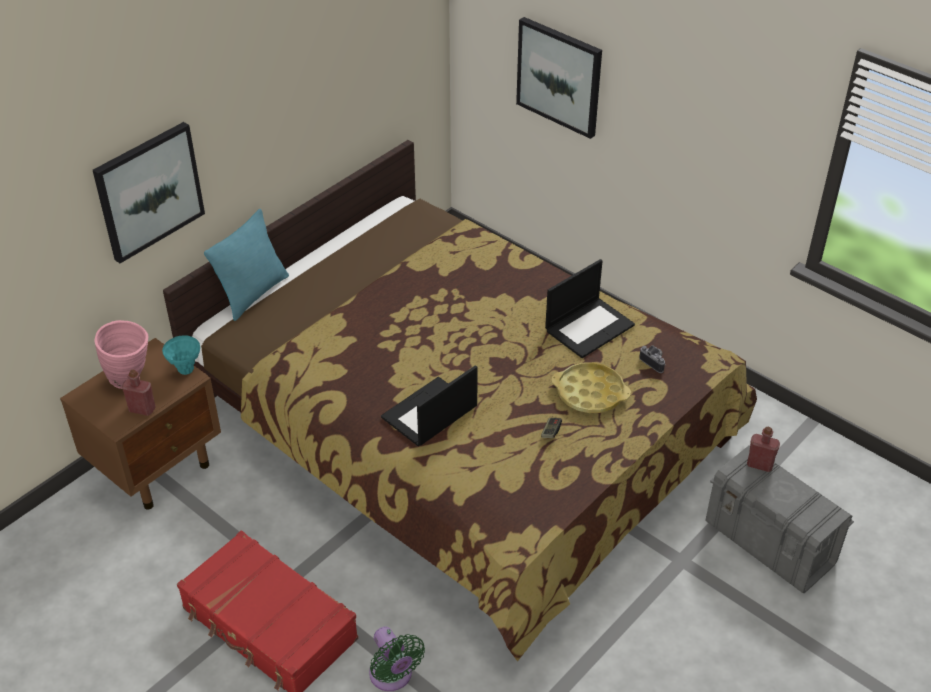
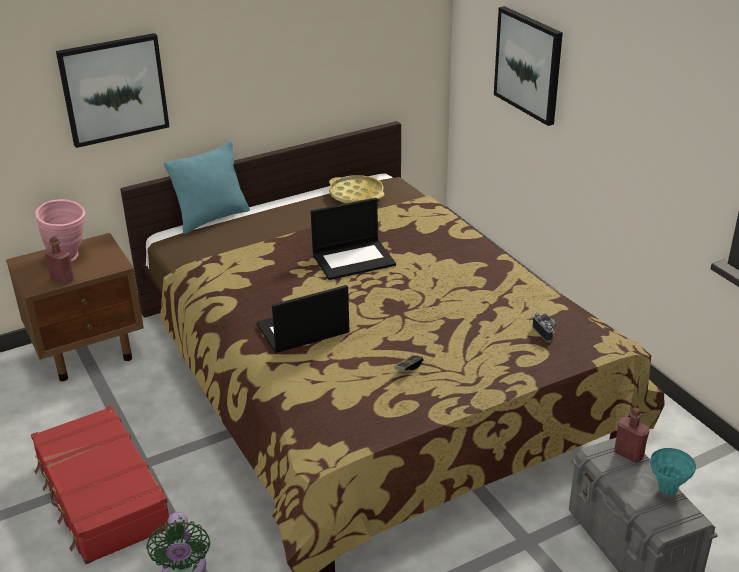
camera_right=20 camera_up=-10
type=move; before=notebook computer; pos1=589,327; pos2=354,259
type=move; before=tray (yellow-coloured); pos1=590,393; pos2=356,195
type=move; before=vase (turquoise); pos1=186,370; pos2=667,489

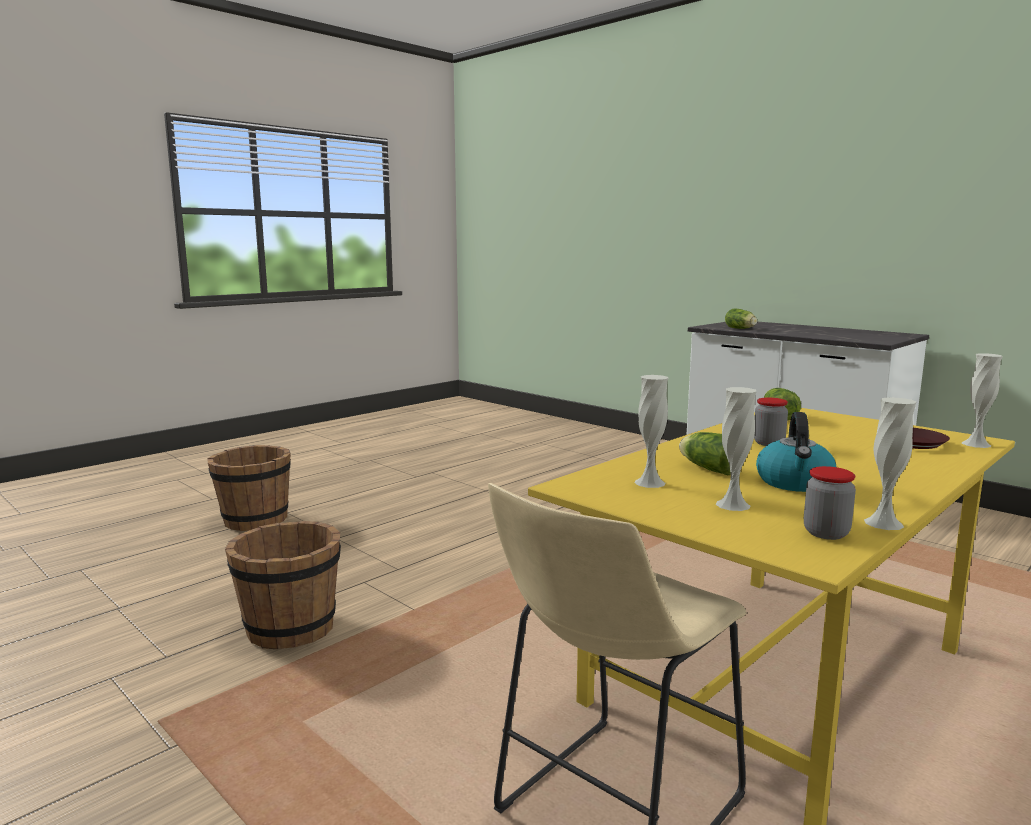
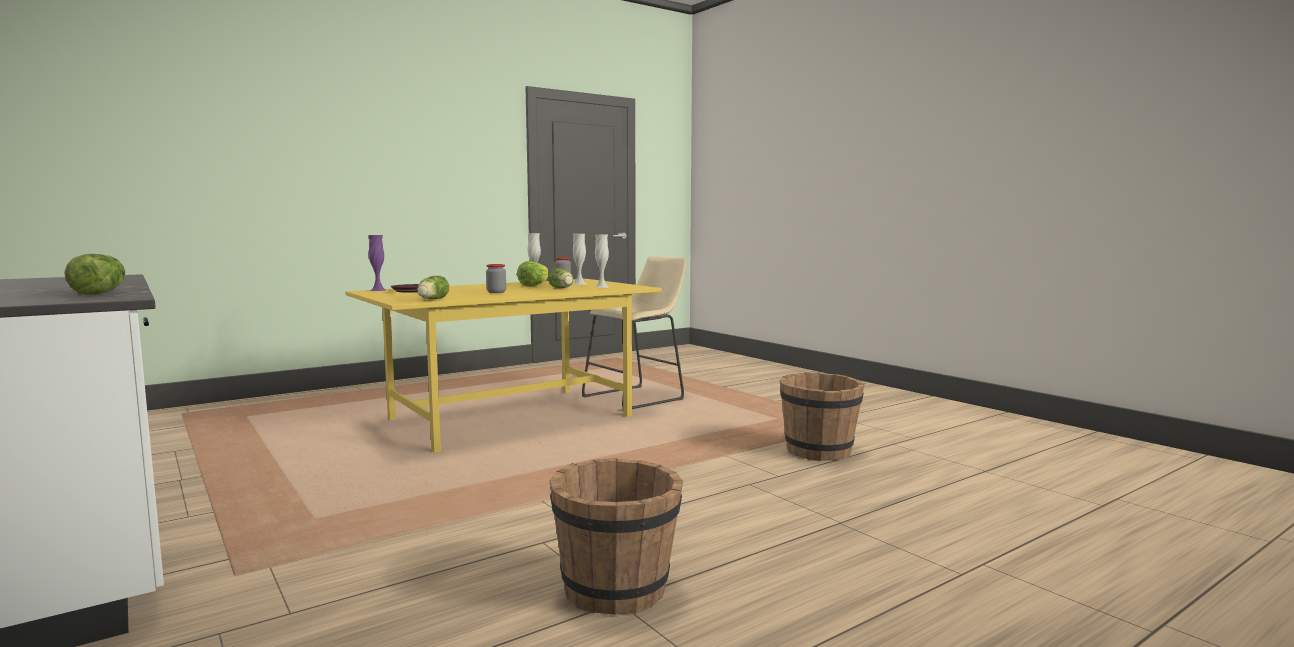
camera_right=-170 camera_up=-5
type=recolor; before=vase (white-coloured); after=vase (purple); pos1=976,444; pos2=378,290
type=replace; before=tea kettle; after=head of lettuce; pos1=795,483; pos2=534,286
type=move; before=bucket (brown); pos1=254,520; pos2=617,590

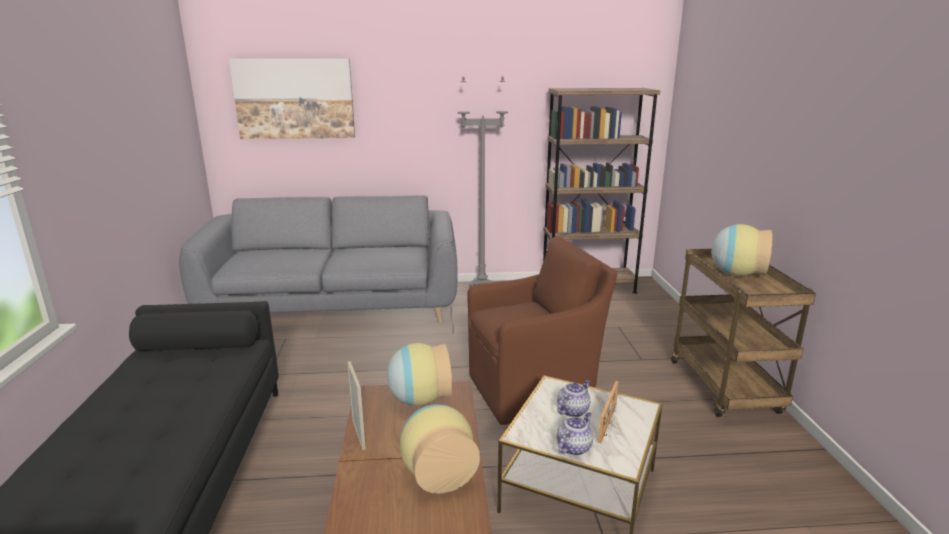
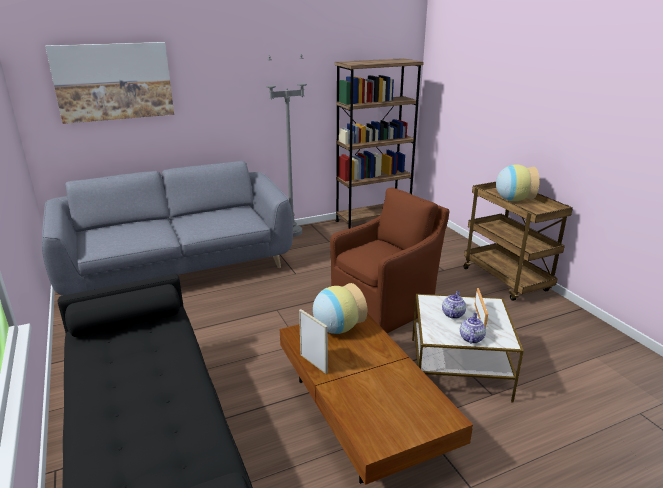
camera_right=-20 camera_up=5
type=delete; before=vase; pos1=438,472

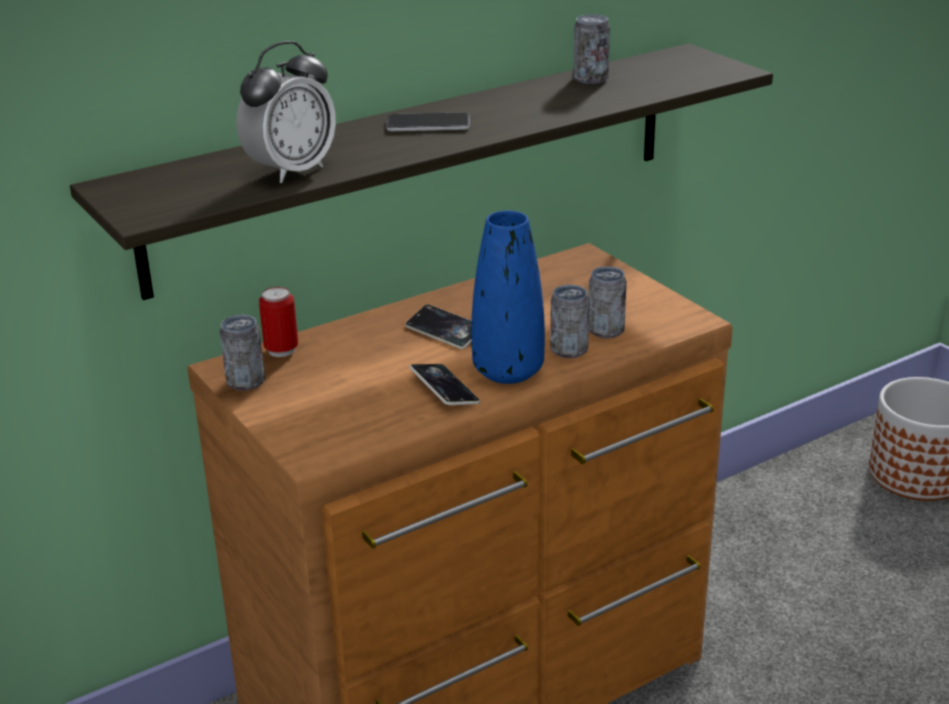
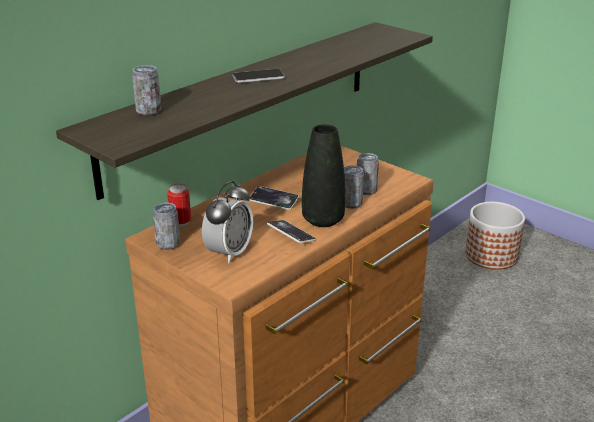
camera_right=-15 camera_up=0
type=move; before=can; pos1=590,79; pos2=148,111
type=move; before=table clock; pos1=291,171; pos2=229,253
type=recolor; before=vase (bluish); after=vase (blackish); pos1=508,372; pos2=323,220

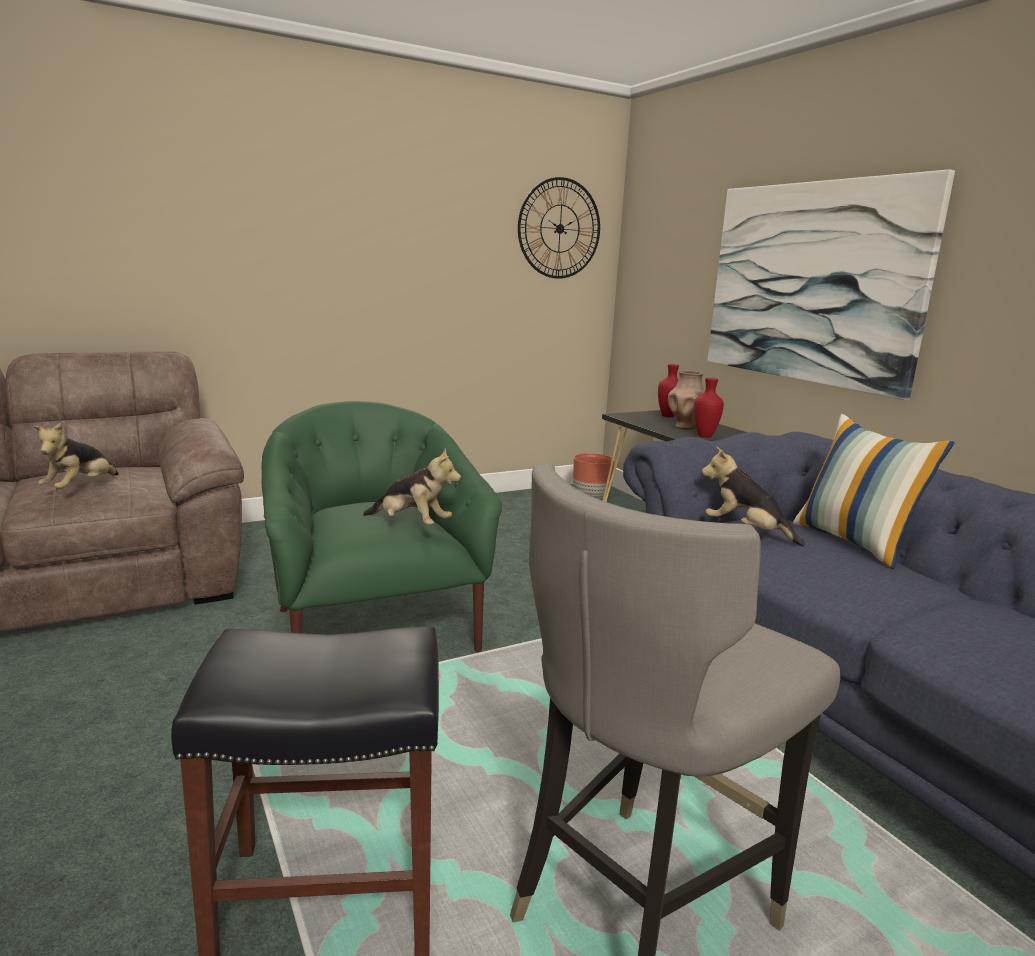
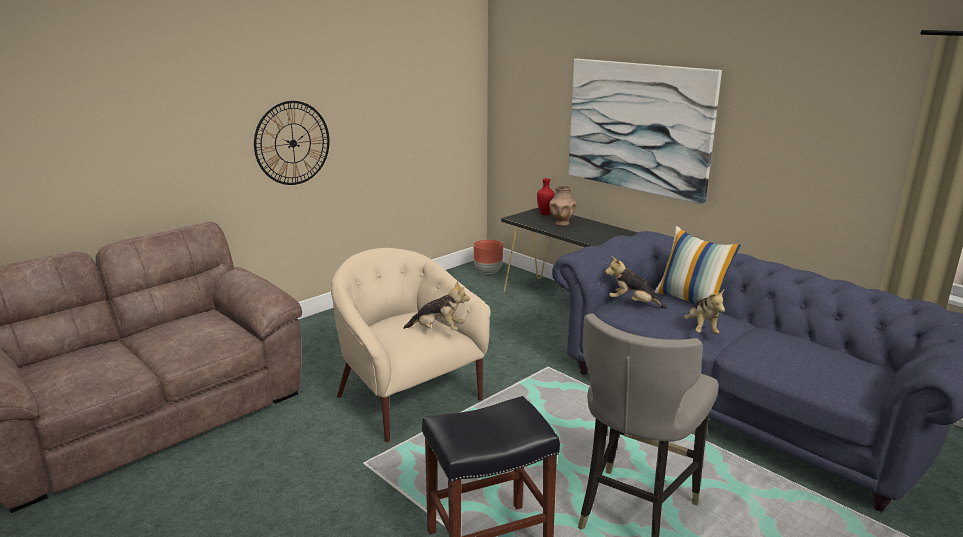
camera_right=-15 camera_up=5
type=move; before=hanging clock; pos1=559,228; pos2=292,143
type=recolor; before=armchair (green-coloured); after=armchair (sand-coloured); pos1=373,629; pos2=407,398
type=move; before=soft toy; pos1=80,488; pos2=701,329
type=delete; before=vase (red); pos1=705,436

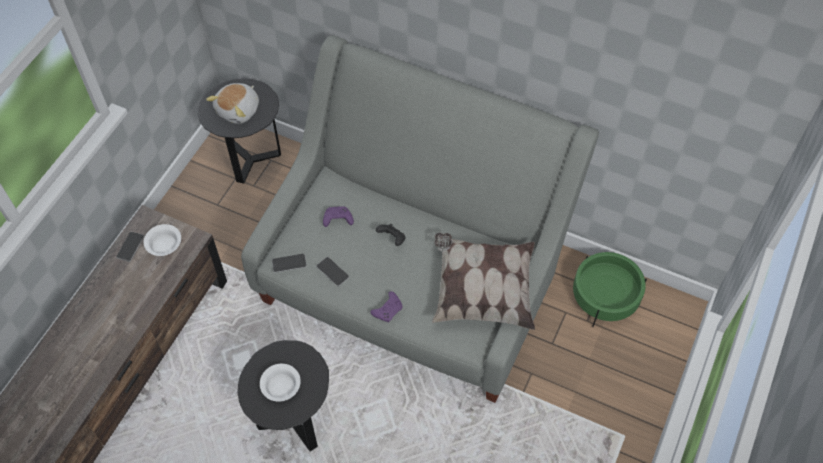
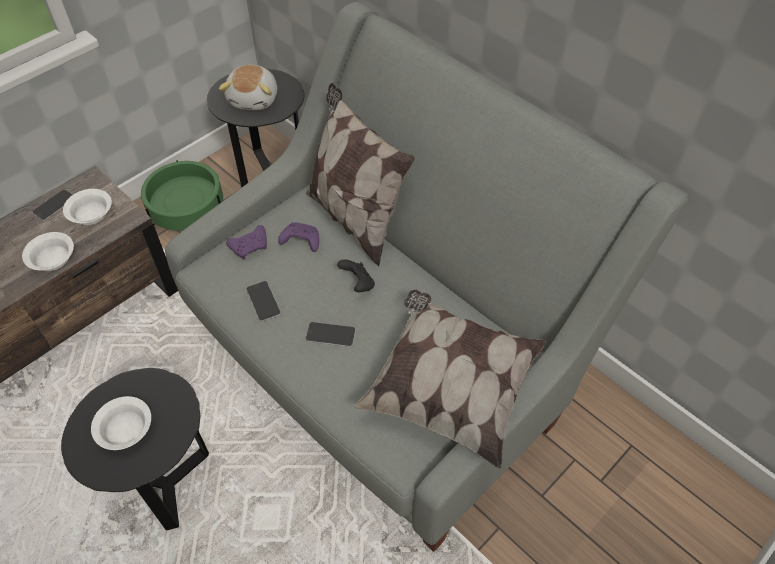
camera_right=20 camera_up=-5
type=insert; after=deep dish (white-coloured); pos2=52,259
type=move; before=plant pot (green-coloured); pos1=604,298; pos2=188,214
type=rotate; before=soft toy; pos1=239,110; pos2=254,99; turn=-45
type=move; before=joypad (purple); pos1=388,310; pos2=250,246
type=move; before=telephone; pos1=289,263; pos2=330,334
type=insert; after=pillow; pos2=355,218

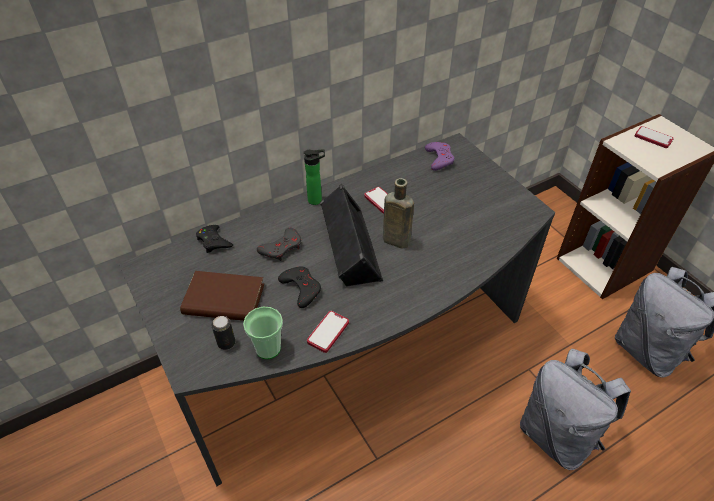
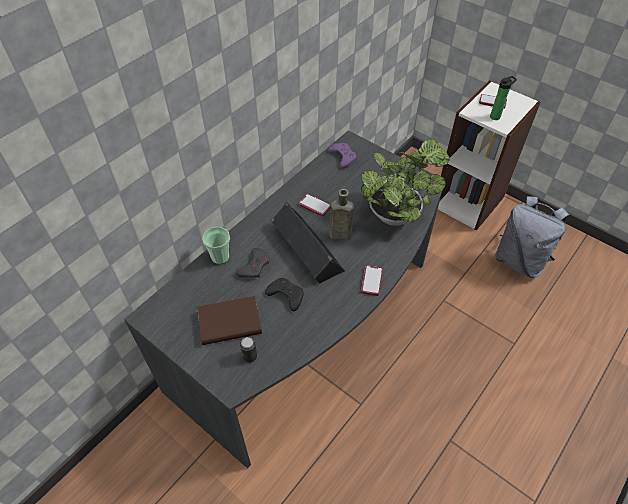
camera_right=-20 camera_up=5
type=move; before=cup; pos1=268,348; pos2=220,257
type=insert; after=plant in a pot; pos2=396,214
type=move; before=telephone; pos1=328,332; pos2=372,281
type=move; before=bottle; pos1=317,200; pos2=496,116
type=delete; before=joypad (blackish); pos1=214,241
type=delete; before=knapsack (greyish); pos1=557,435

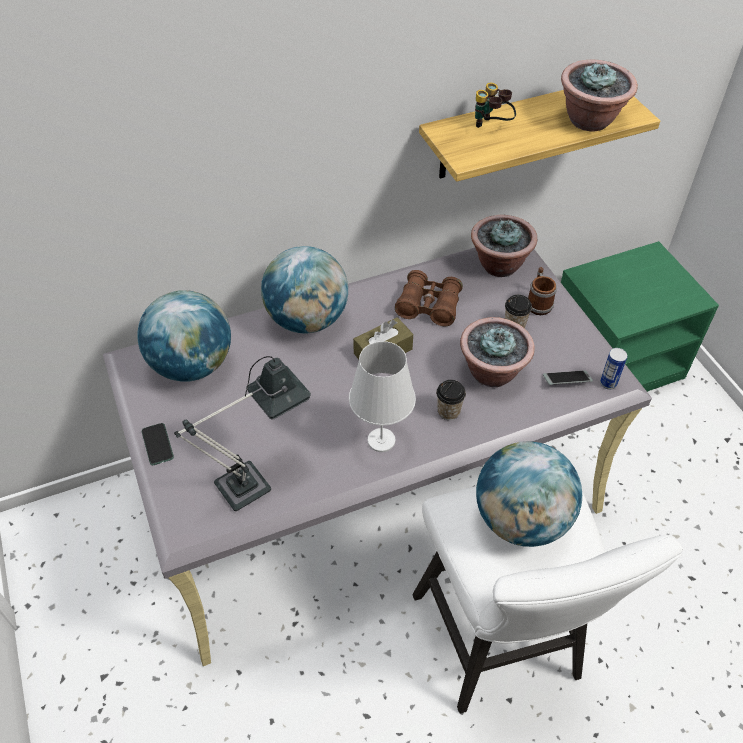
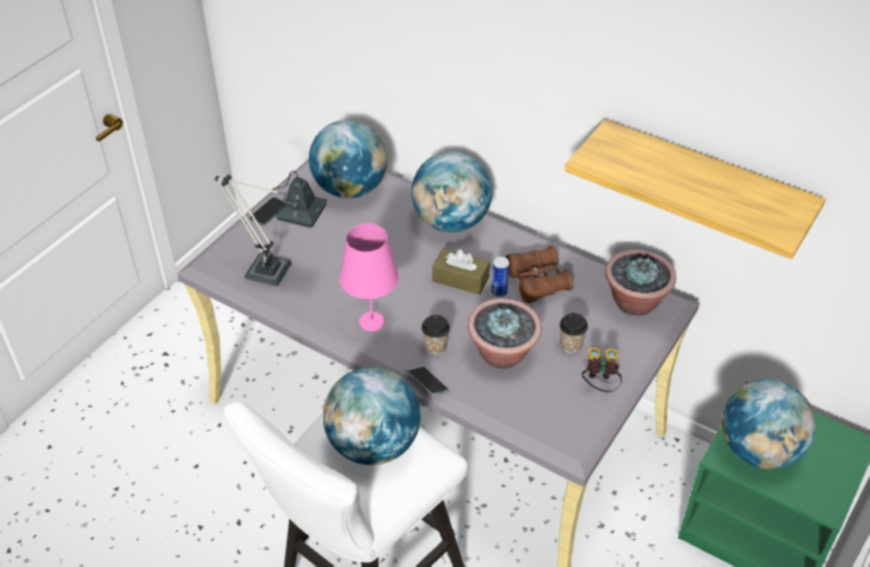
camera_right=55 camera_up=-5
type=recolor; before=lamp for a table (white-coloured); after=lamp for a table (pink-coloured); pos1=381,440; pos2=372,321
type=move; before=telephone; pos1=566,380; pos2=427,383
type=move; before=can; pos1=608,383; pos2=499,292
type=move; before=pair of binoculars; pos1=491,127; pos2=599,385
type=insert; after=desk globe; pos2=758,450
type=delete; before=tea mug; pos1=538,303
type=delete; before=plant in a pot; pos1=590,120

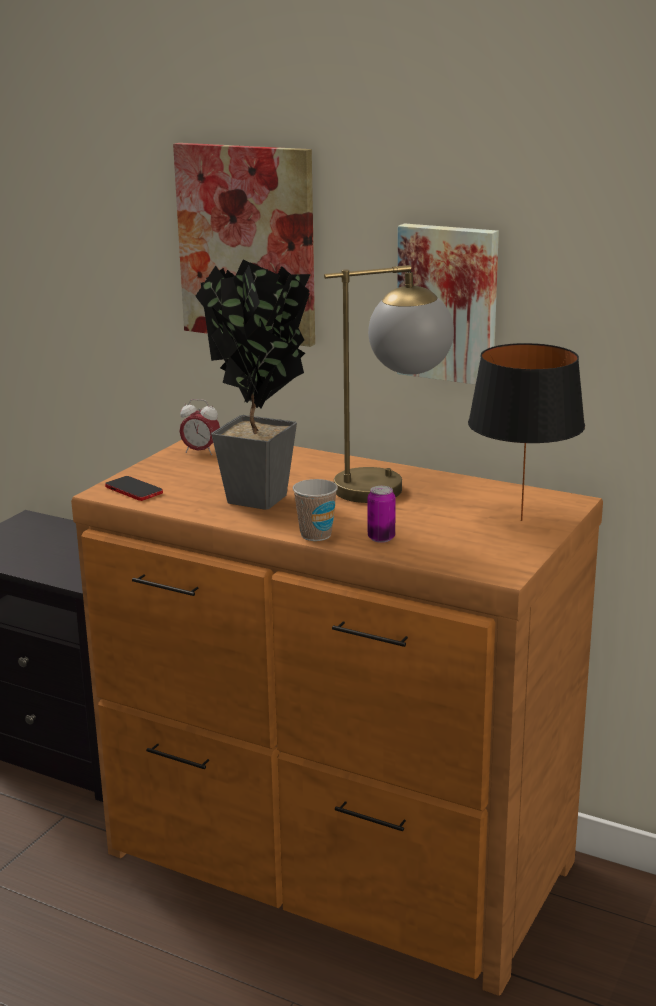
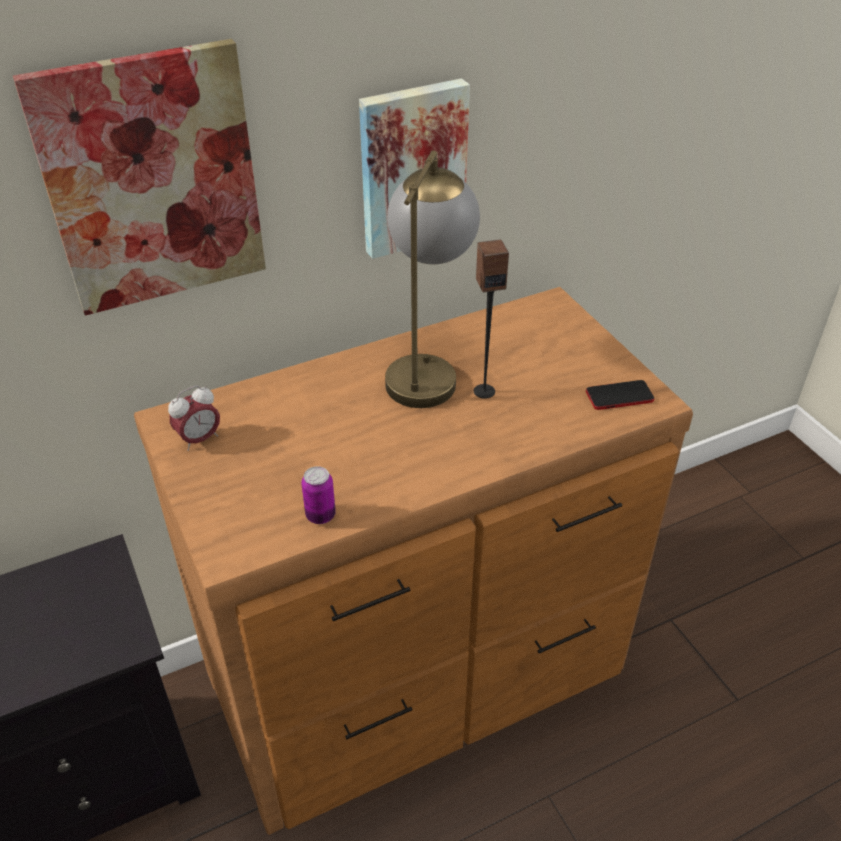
camera_right=-55 camera_up=20
type=move; before=can; pos1=381,538; pos2=320,515
type=insert; after=speaker; pos2=484,391
type=move; before=telephone; pos1=134,490; pos2=619,396
type=delete; before=plant in a pot; pos1=263,502
type=delete; before=cup; pos1=316,535
type=delete; before=lamp for a table (blackish); pos1=522,521

